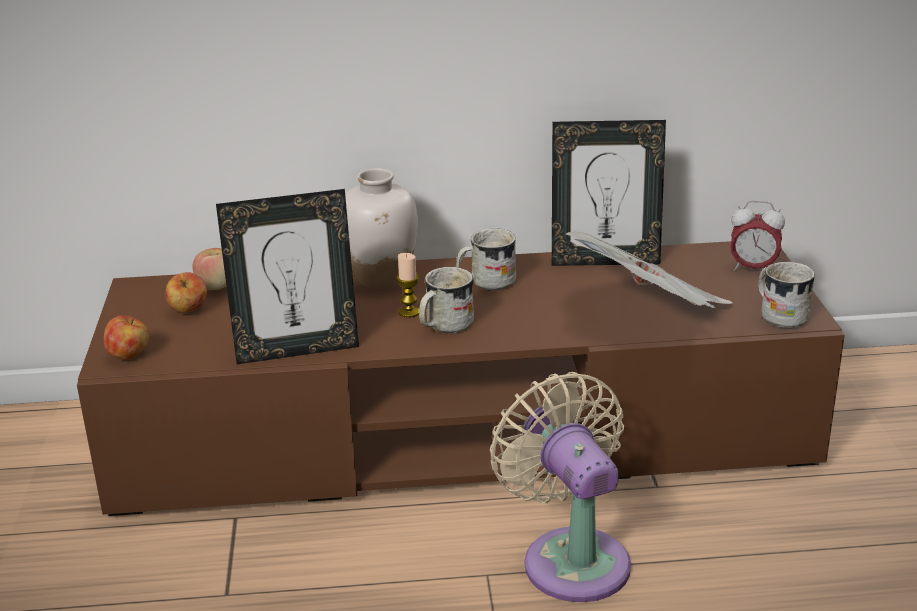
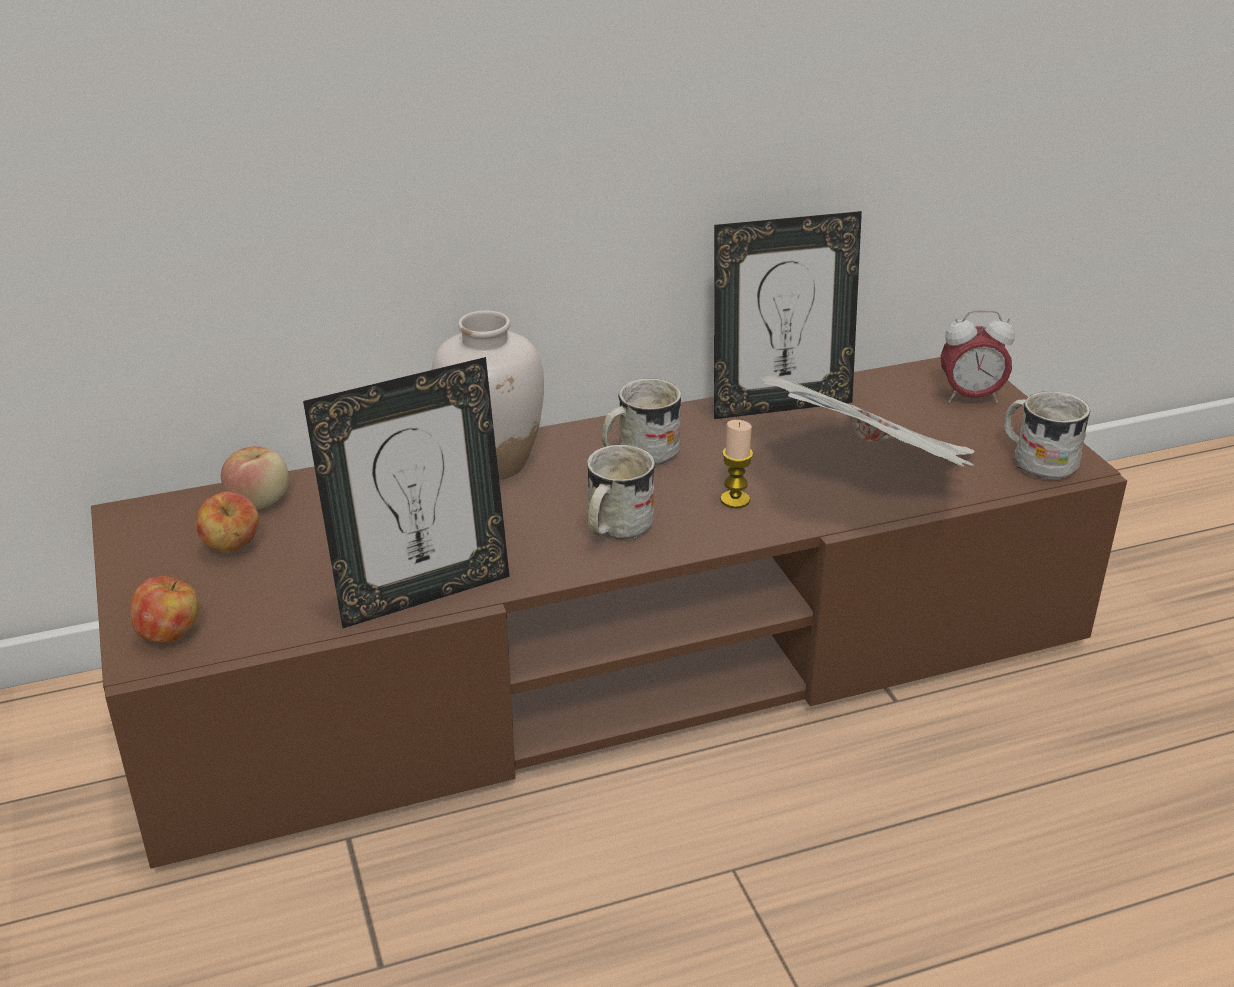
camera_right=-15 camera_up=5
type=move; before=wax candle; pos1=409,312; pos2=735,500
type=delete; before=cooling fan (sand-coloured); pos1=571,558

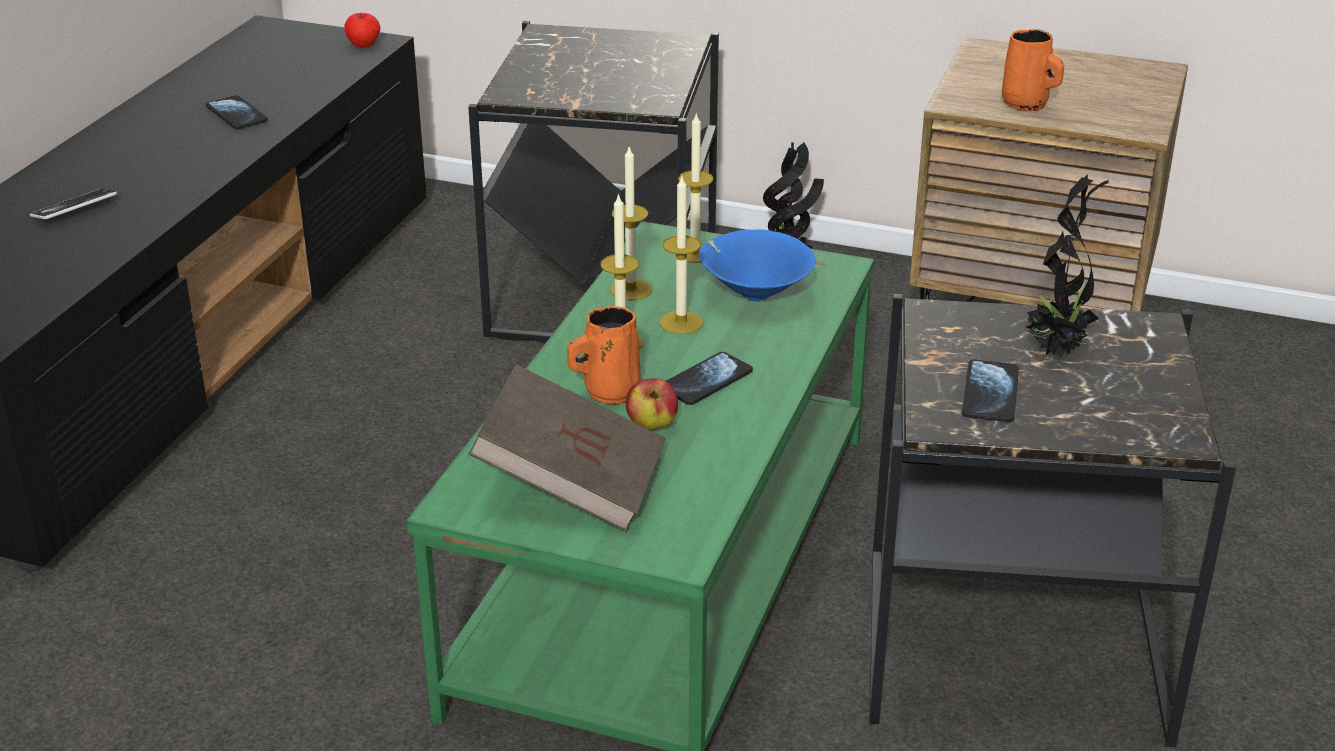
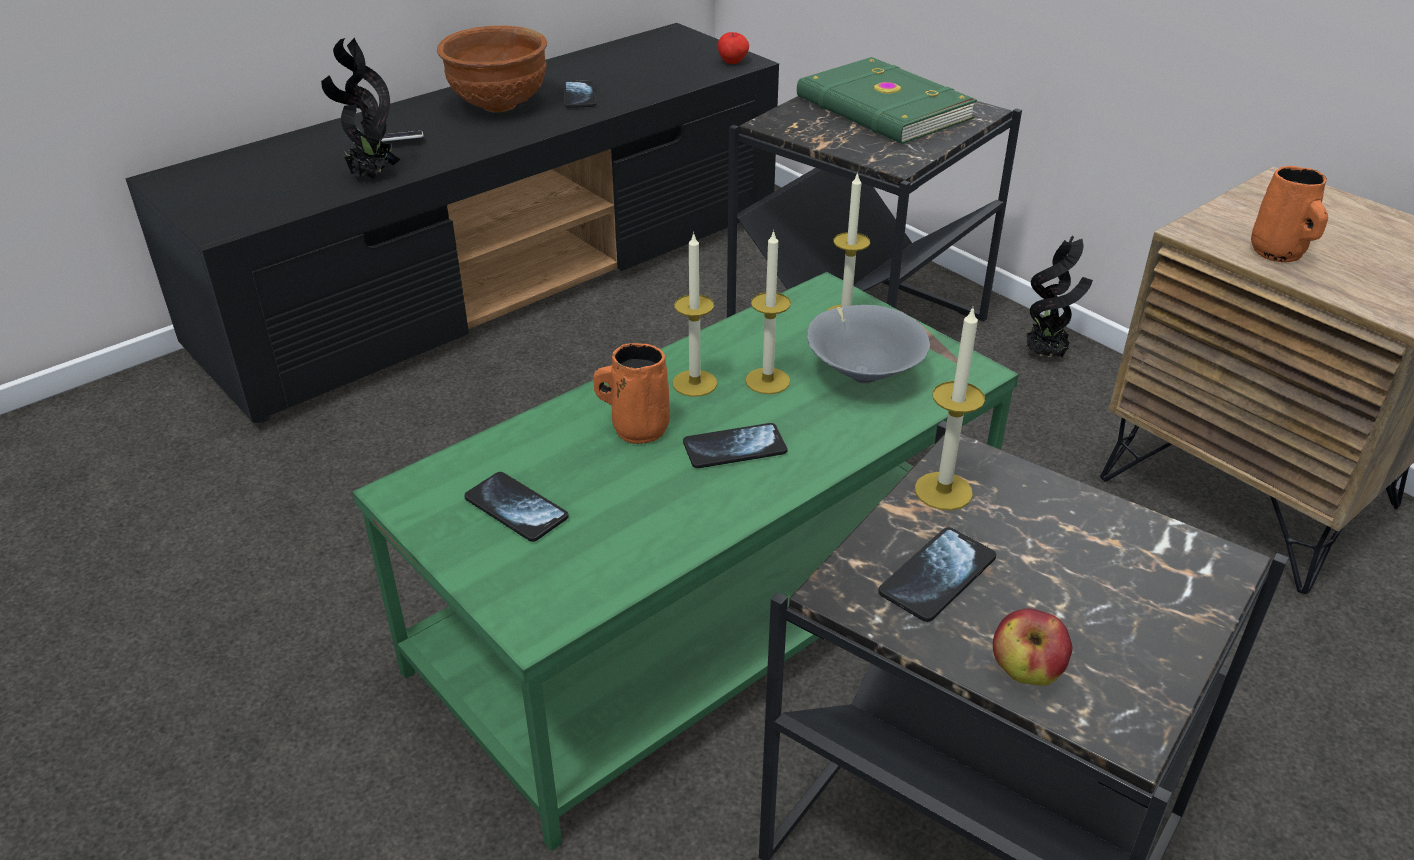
camera_right=30 camera_up=5
type=move; before=plant in a pot; pos1=1056,351; pos2=372,176
type=insert; after=deep dish (brown); pos2=498,105
type=replace; before=volume (brown); after=telephone; pos1=571,483; pos2=516,509
type=insert; after=volume (green-coloured); pos2=882,109
type=recolor; before=deep dish (bluish); after=deep dish (greyish); pos1=753,294; pos2=862,374
type=move; before=wax candle; pos1=631,289; pos2=943,491
type=move; before=apple; pos1=652,426; pos2=1025,672

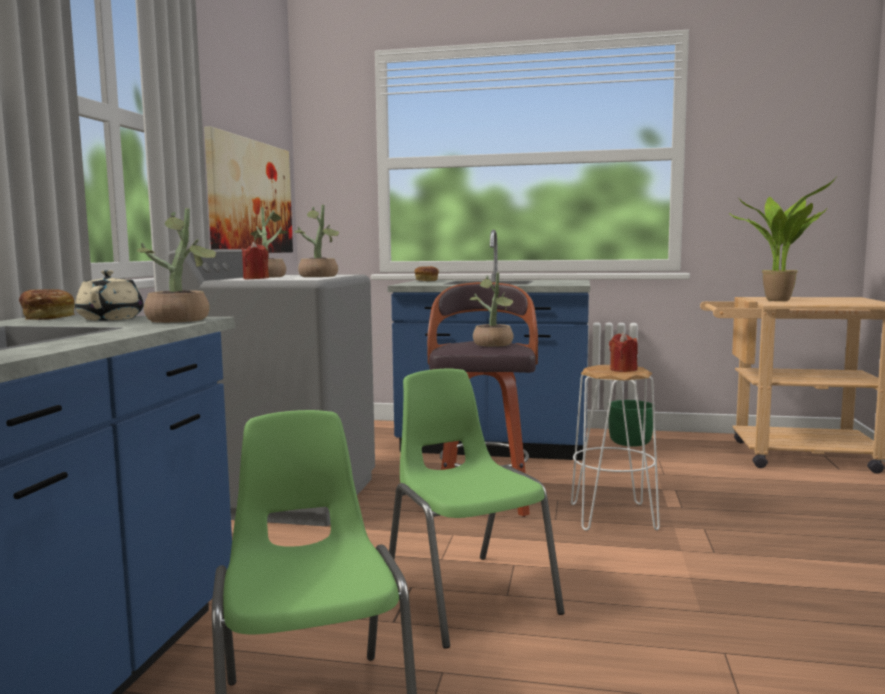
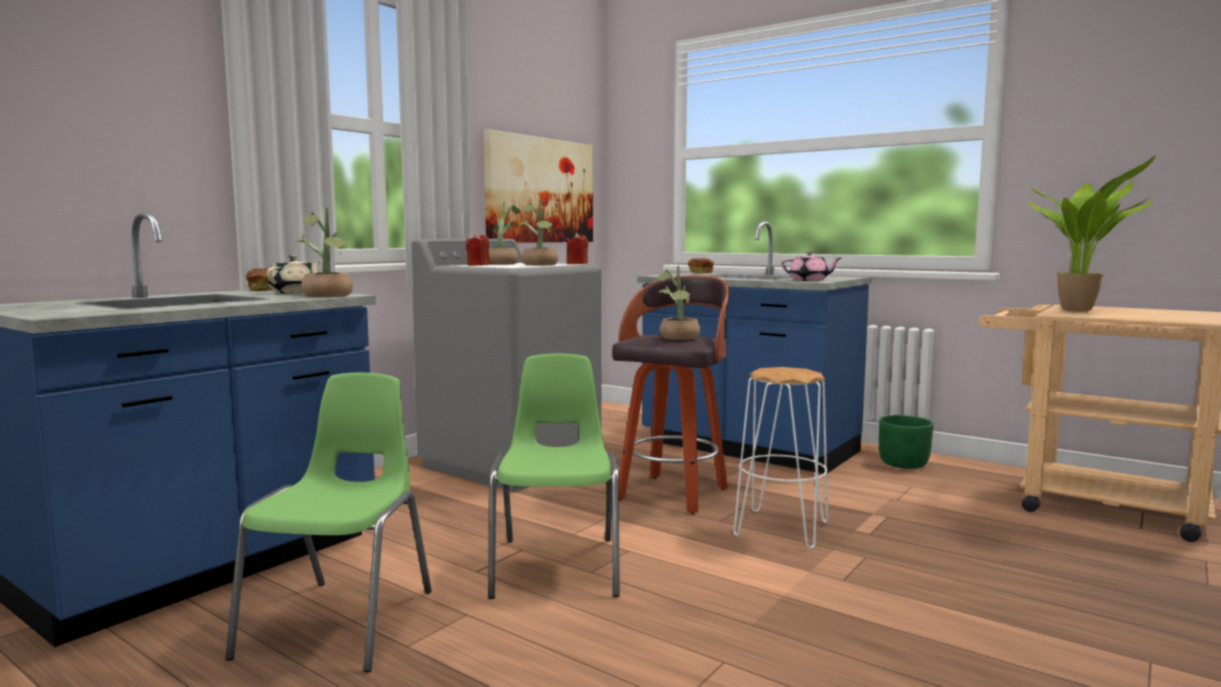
camera_right=25 camera_up=0
type=move; before=wax candle (red); pos1=623,370; pos2=577,264
type=insert; after=pot for tea (pink-coloured); pos2=809,280

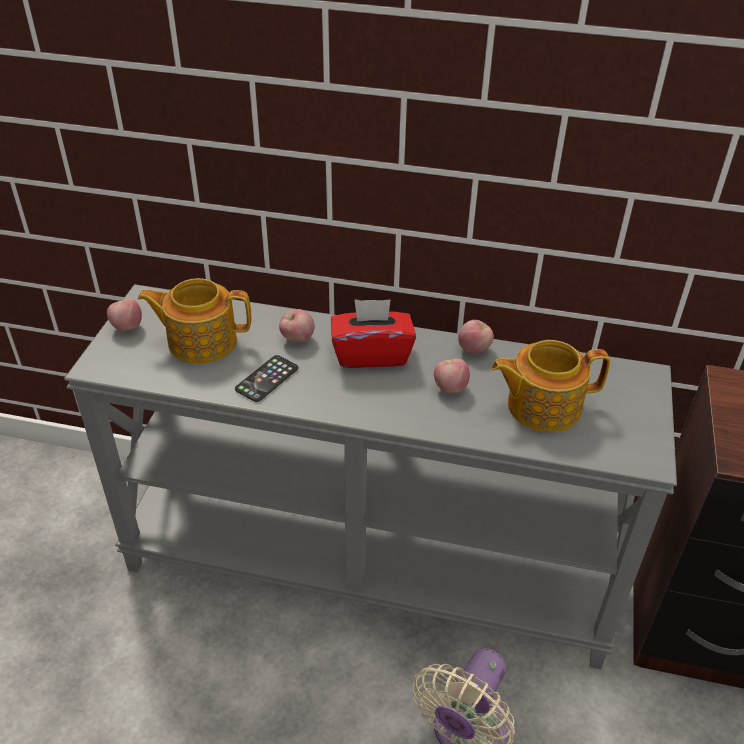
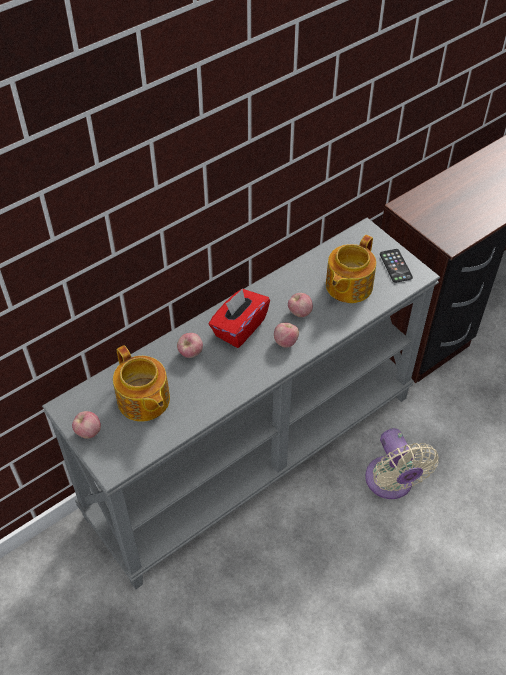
camera_right=-50 camera_up=10
type=rotate; before=pot for tea; pos1=201,341; pos2=143,401; turn=-75
type=move; before=apple; pos1=474,349; pos2=285,342
type=move; before=telephone; pos1=267,379; pos2=395,266

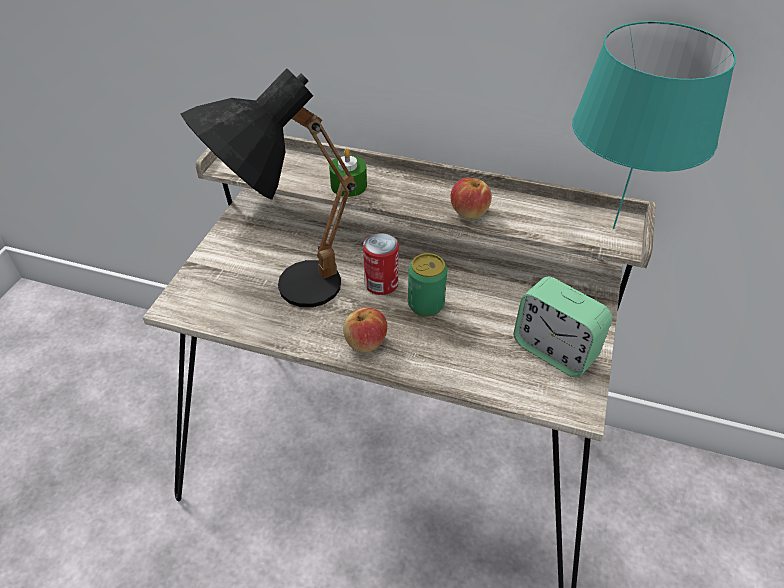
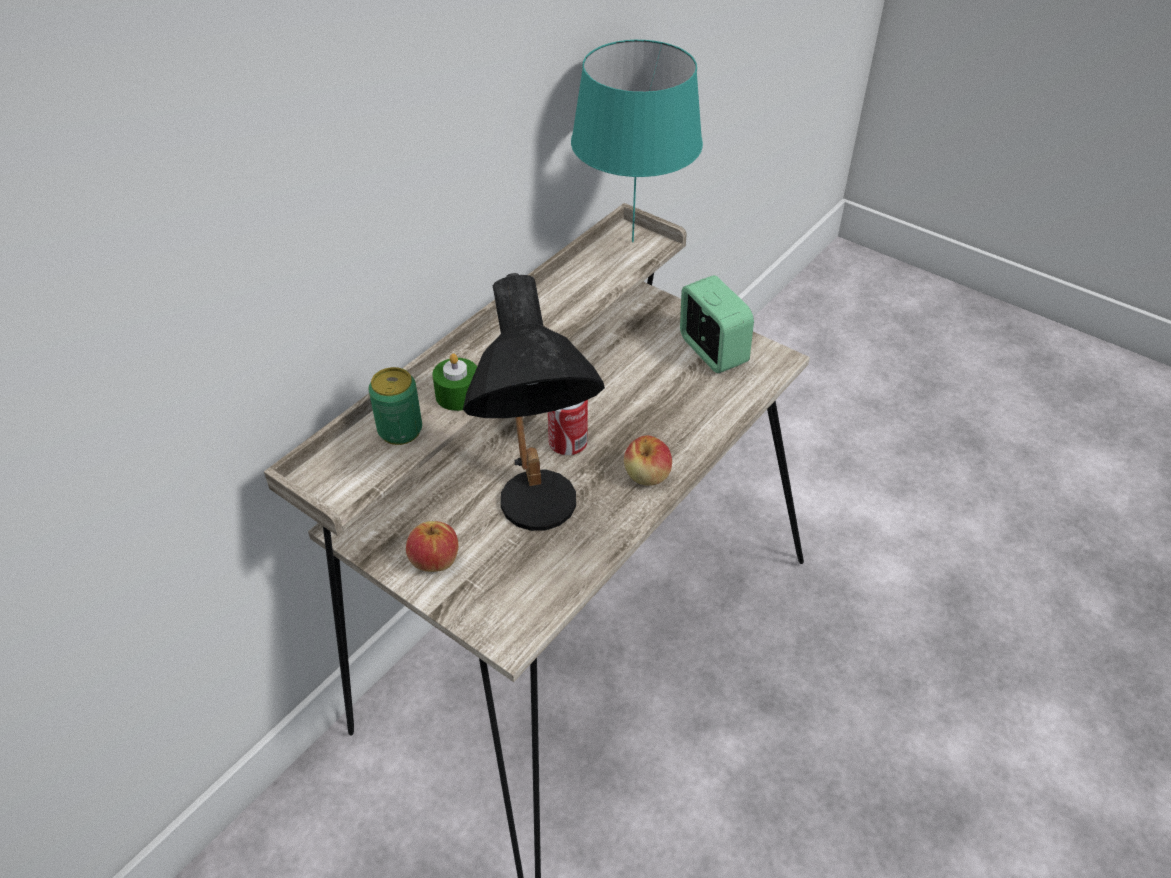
camera_right=-70 camera_up=0
type=move; before=can; pos1=426,304; pos2=400,430
type=move; before=apple; pos1=469,211; pos2=434,560
type=rotate; before=table clock; pos1=554,350; pos2=712,351; turn=-90

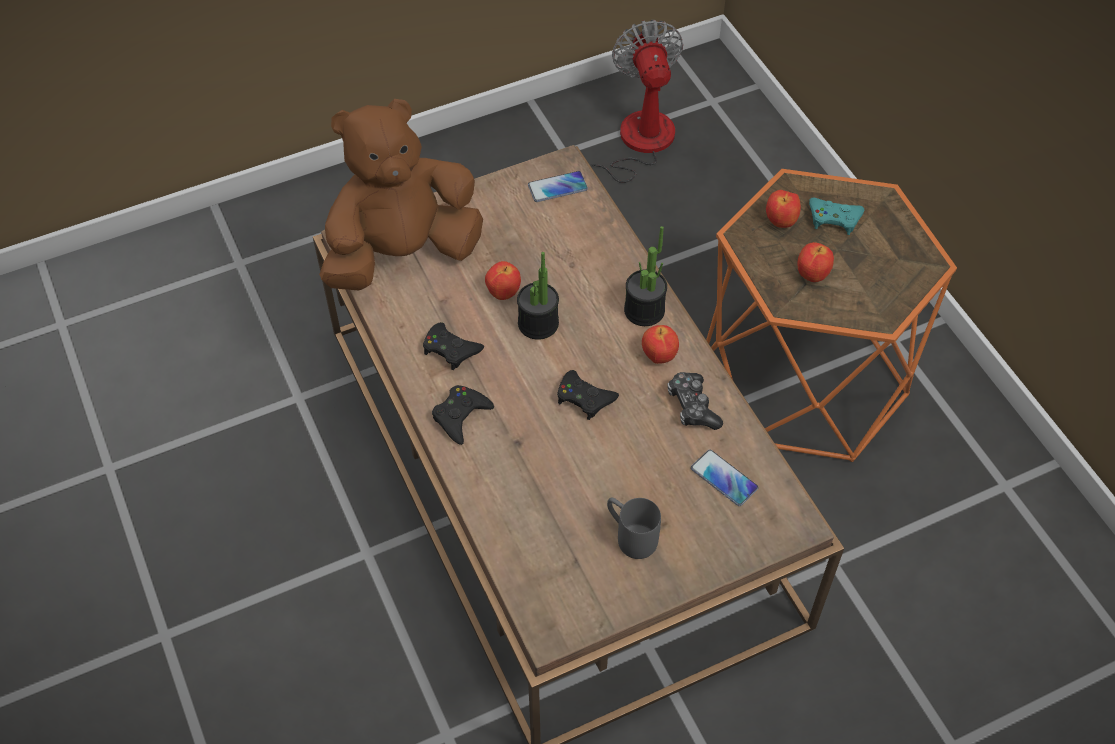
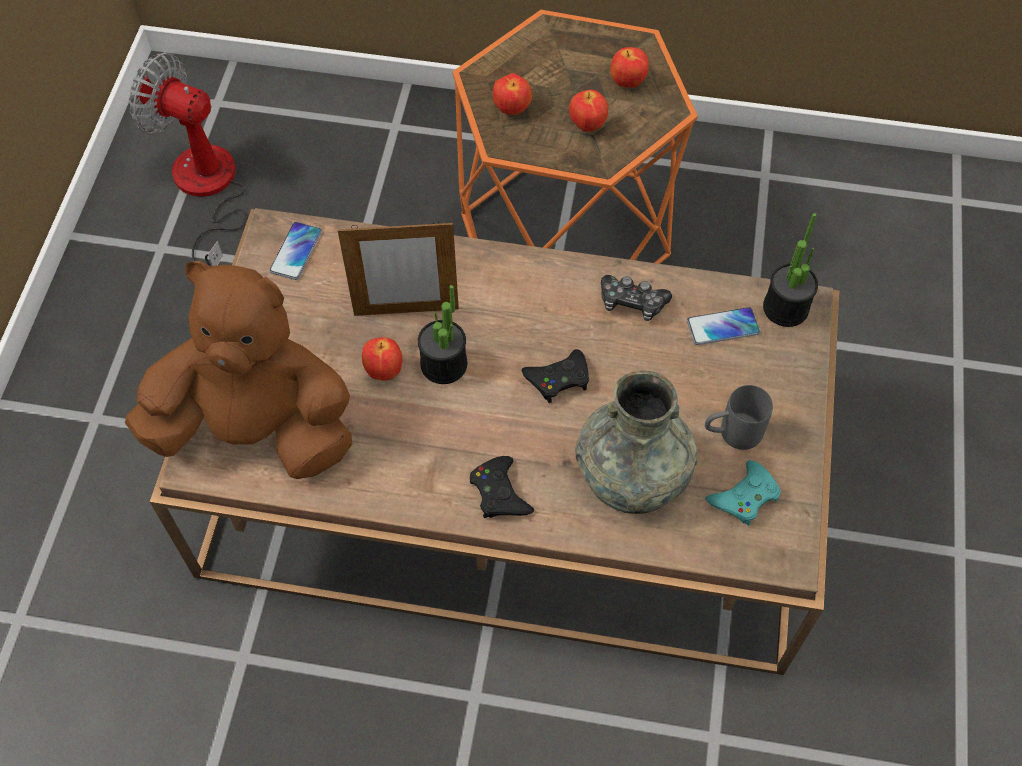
camera_right=-55 camera_up=5
type=rotate; before=soft toy (brown); pos1=402,253; pos2=257,429; turn=90
type=insert; after=standing frame; pos2=406,311
type=insert; after=vase (greyish); pos2=633,473
type=move; before=apple; pos1=658,356; pos2=627,83
type=move; before=joypad (turquoise); pos1=834,218; pos2=744,497
type=move; before=plant in a pot; pos1=644,310; pos2=785,308
type=delete; before=joypad (blackish); pos1=450,349

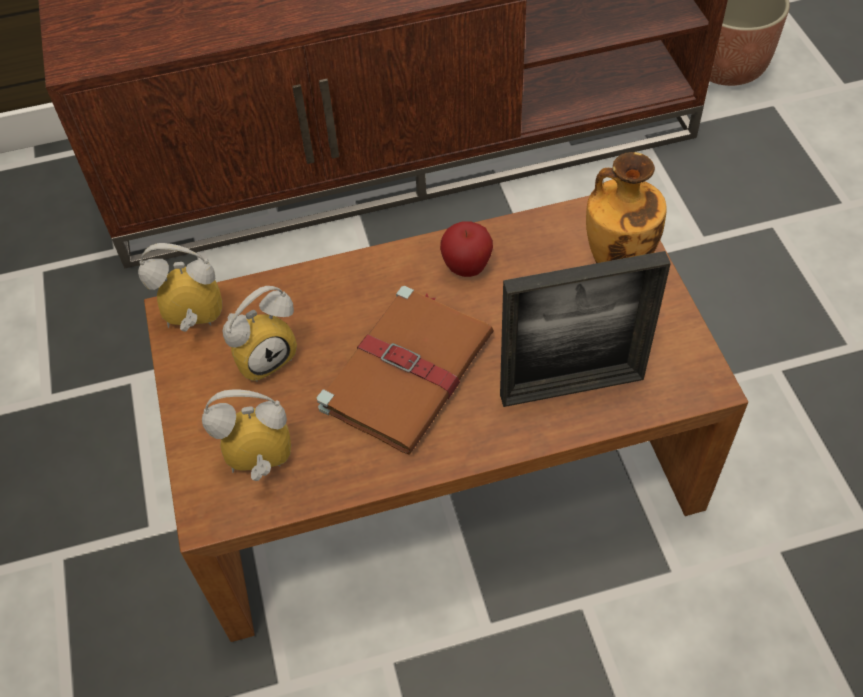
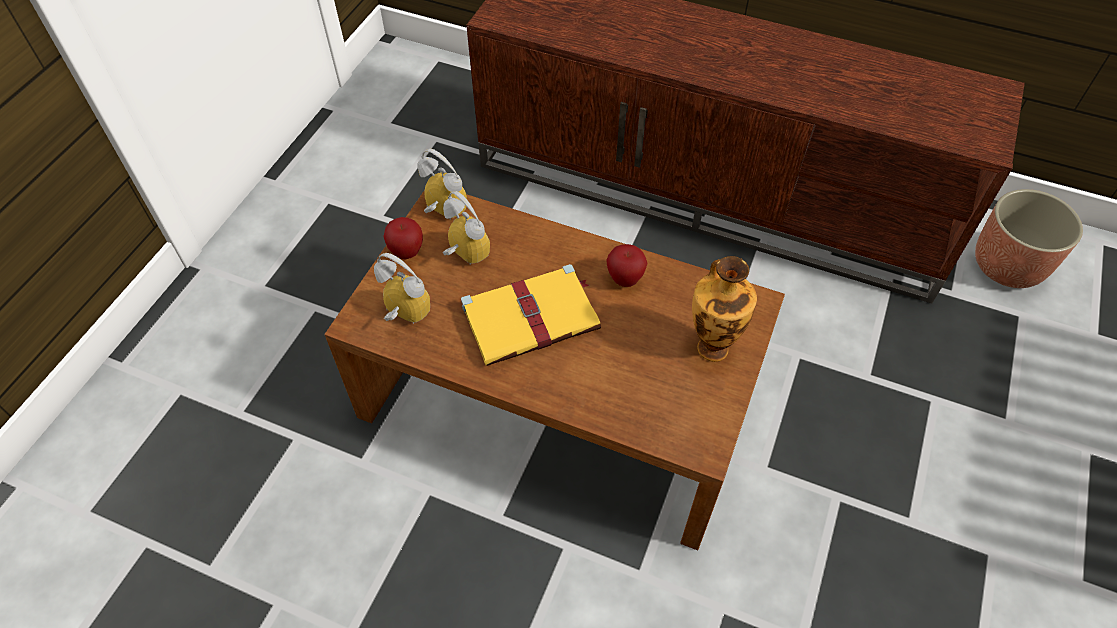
camera_right=35 camera_up=0
type=insert; after=apple; pos2=407,252
type=rotate; before=table clock; pos1=264,354; pos2=462,255; turn=-135
type=recolor; before=volume (brown); after=volume (yellow-coloured); pos1=408,369; pos2=532,317
type=delete; before=standing frame; pos1=571,387

